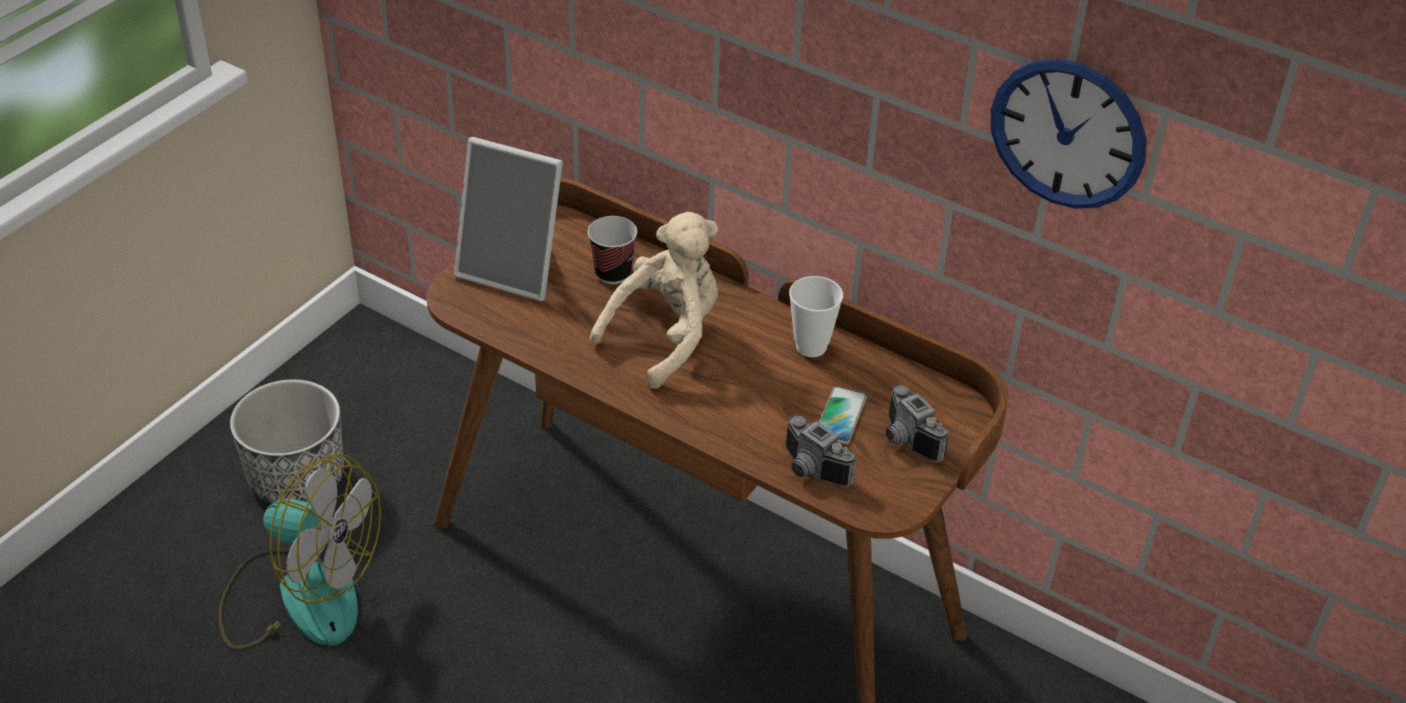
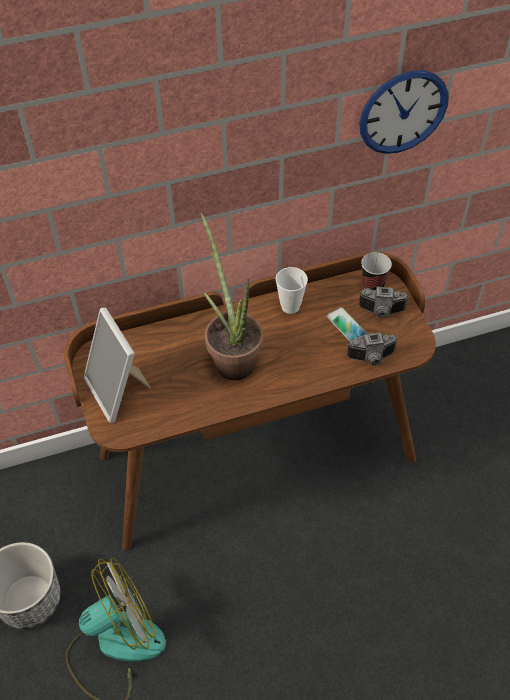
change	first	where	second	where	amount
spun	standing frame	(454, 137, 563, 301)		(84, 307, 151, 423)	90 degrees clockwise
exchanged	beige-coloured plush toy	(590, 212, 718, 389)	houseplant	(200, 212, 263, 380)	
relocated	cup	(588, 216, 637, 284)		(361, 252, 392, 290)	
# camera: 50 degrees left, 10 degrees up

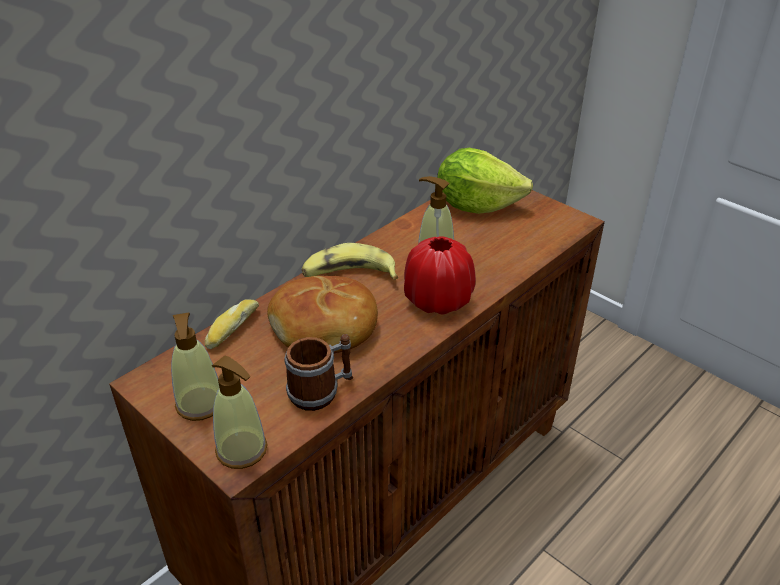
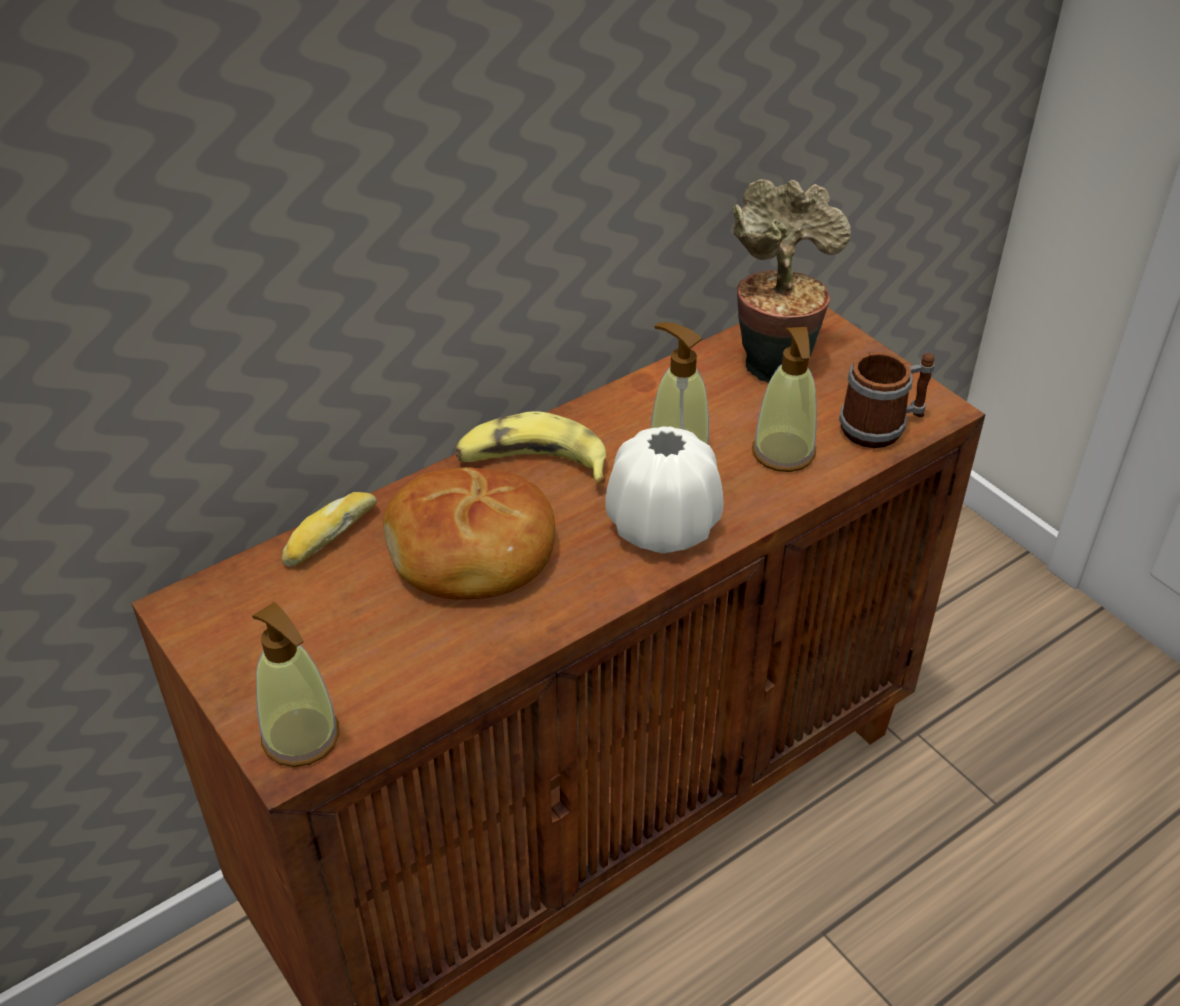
change	first	where	second	where	amount
exchanged	head of lettuce	(437, 148, 533, 214)	houseplant	(733, 179, 851, 383)	
colour	red-coloured vase	(404, 236, 476, 315)	white-coloured vase	(605, 426, 724, 553)	
relocated	soap dispenser	(171, 312, 219, 421)		(752, 327, 817, 472)	
relocated	coffee mug	(285, 334, 353, 411)		(839, 352, 935, 448)	
# camera: 10 degrees right, 5 degrees up

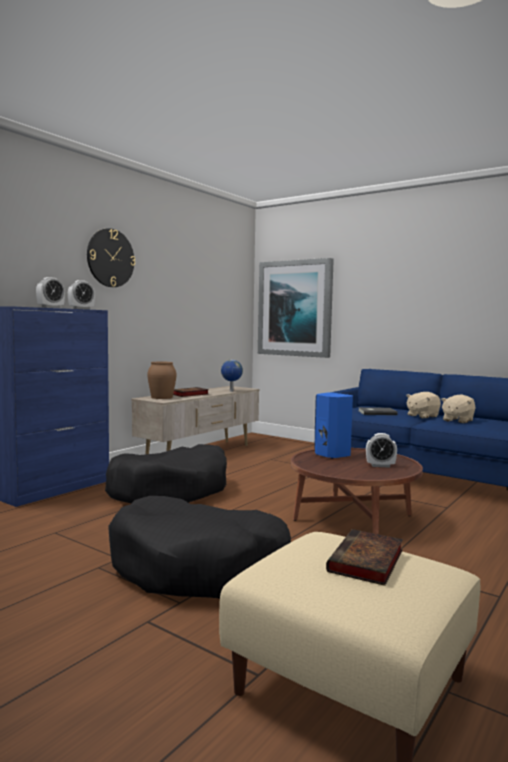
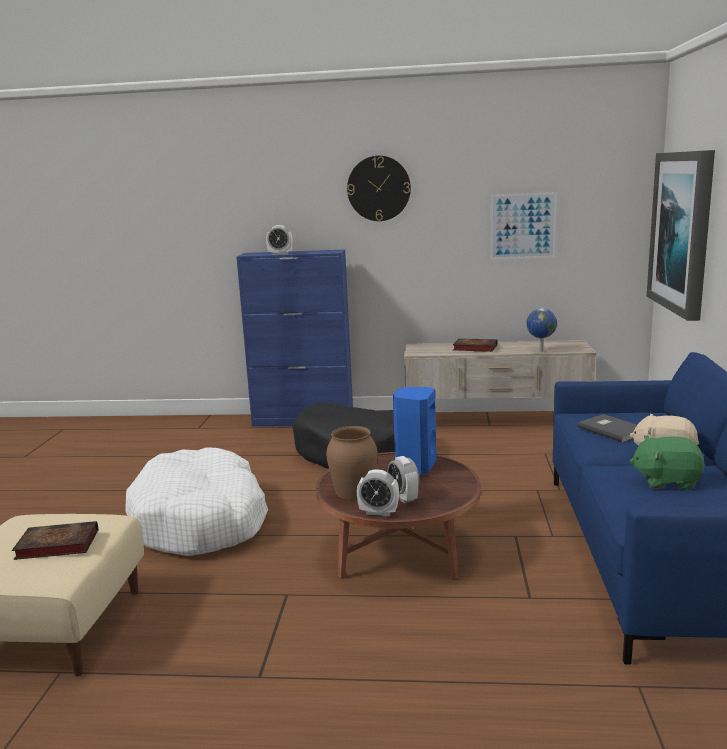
change	first	where	second	where	amount
relocated	bedside clock	(68, 280, 95, 309)		(357, 469, 399, 516)	
relocated	brown-coloured vase	(147, 362, 177, 399)		(326, 426, 378, 499)	
colour	beige-coloured plush toy	(441, 394, 476, 423)	greenish plush toy	(629, 435, 704, 490)	
colour	black-coloured dog cushion	(108, 496, 291, 598)	white-coloured dog cushion	(125, 448, 268, 556)	
appeared			wall picture	(491, 192, 557, 260)	
# camera: 60 degrees right, 10 degrees up

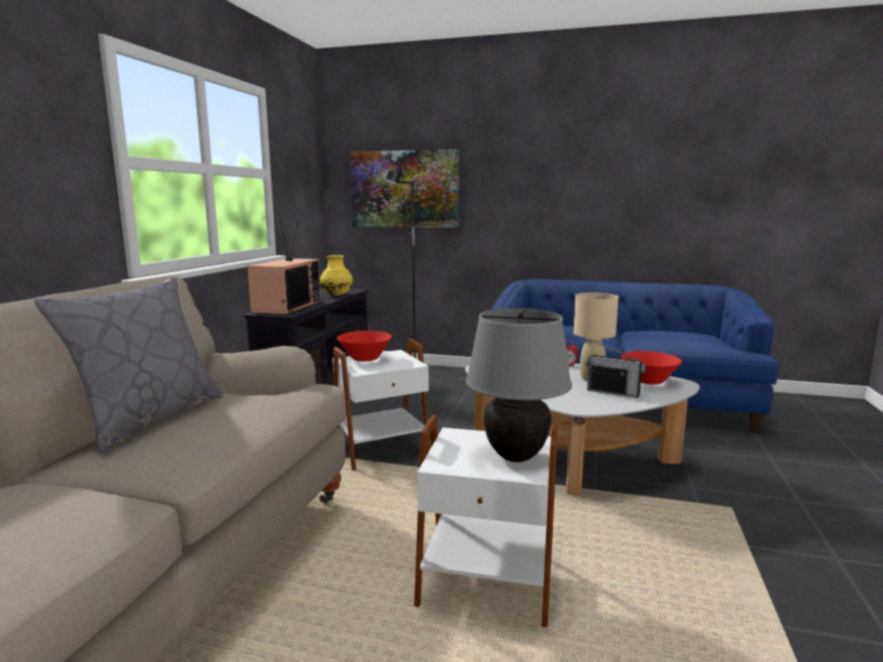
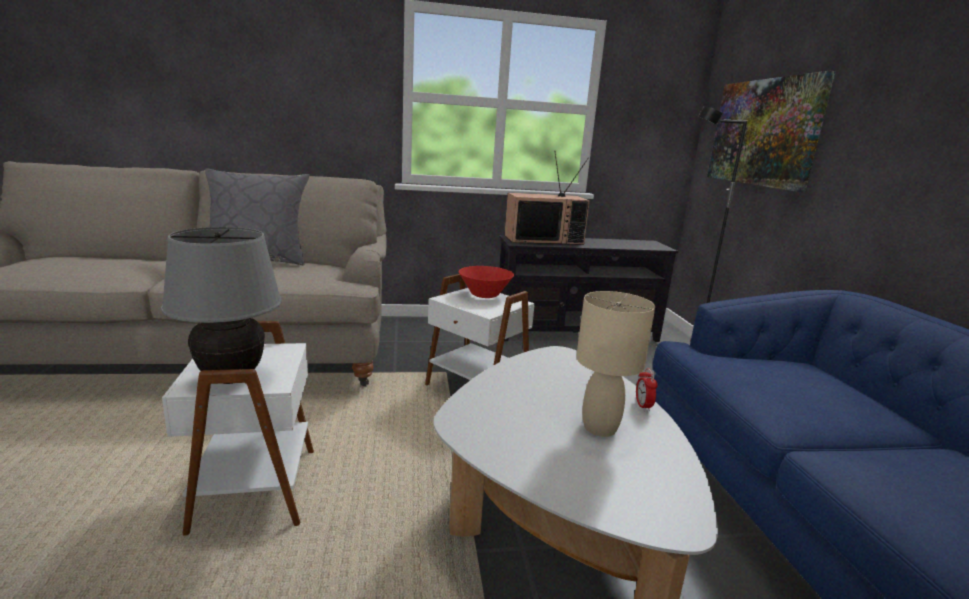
change	first	where	second	where	amount
missing	yellowish vase	(320, 255, 353, 296)			
missing	radio receiver	(585, 342, 646, 398)			
missing	red-coloured bowl	(621, 351, 682, 384)			
# camera: 65 degrees right, 5 degrees up

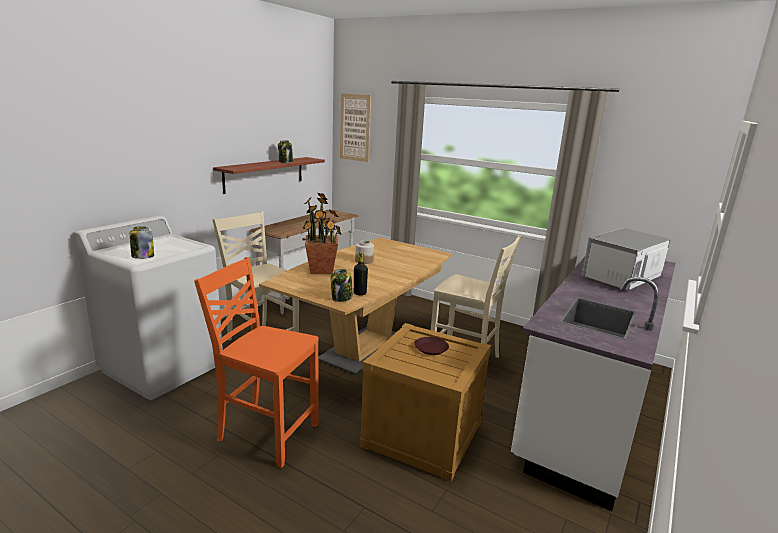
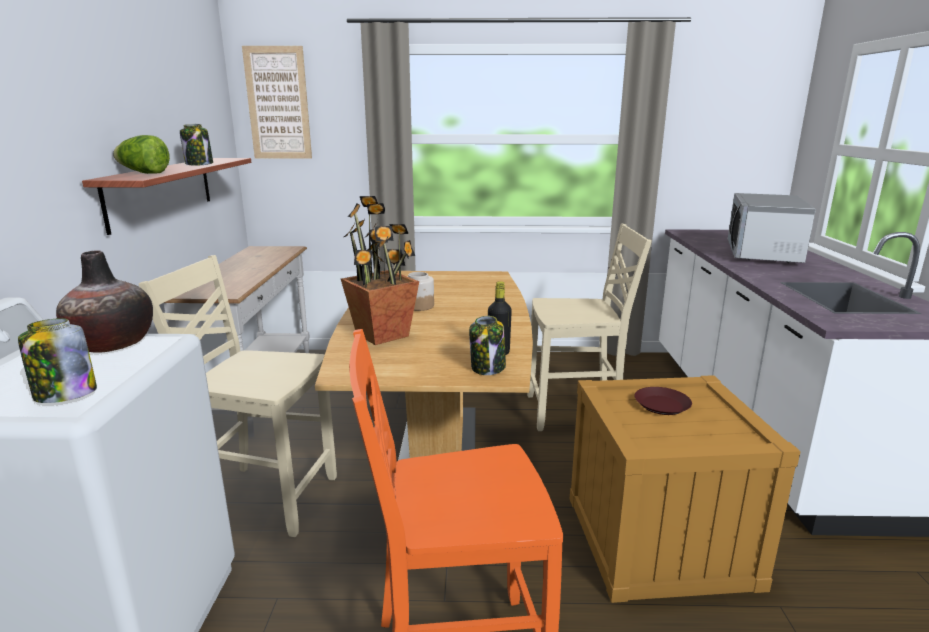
change	first	where	second	where	amount
appeared			head of lettuce	(113, 135, 170, 174)	
appeared			vase	(56, 250, 153, 353)	
# camera: 30 degrees left, 0 degrees up

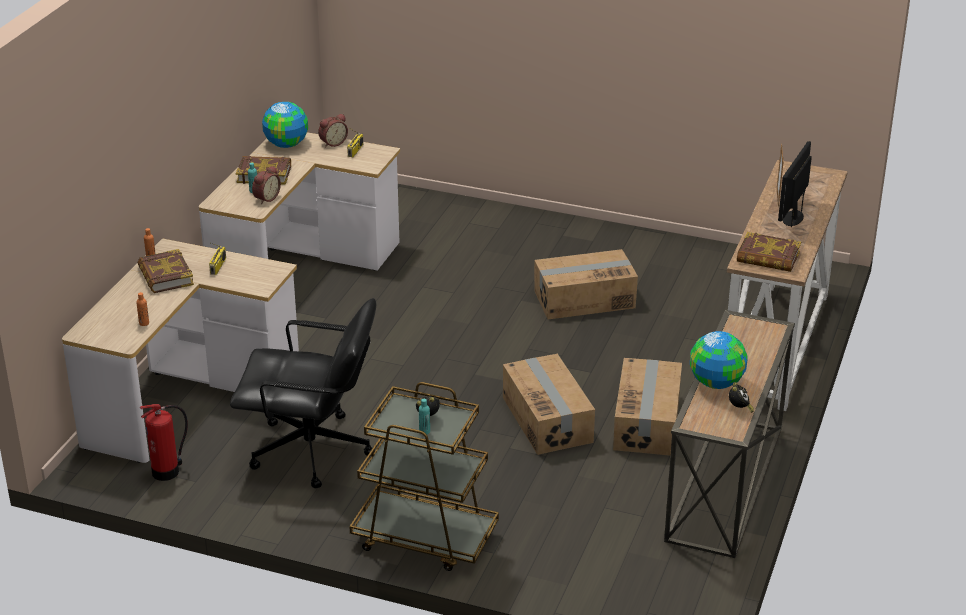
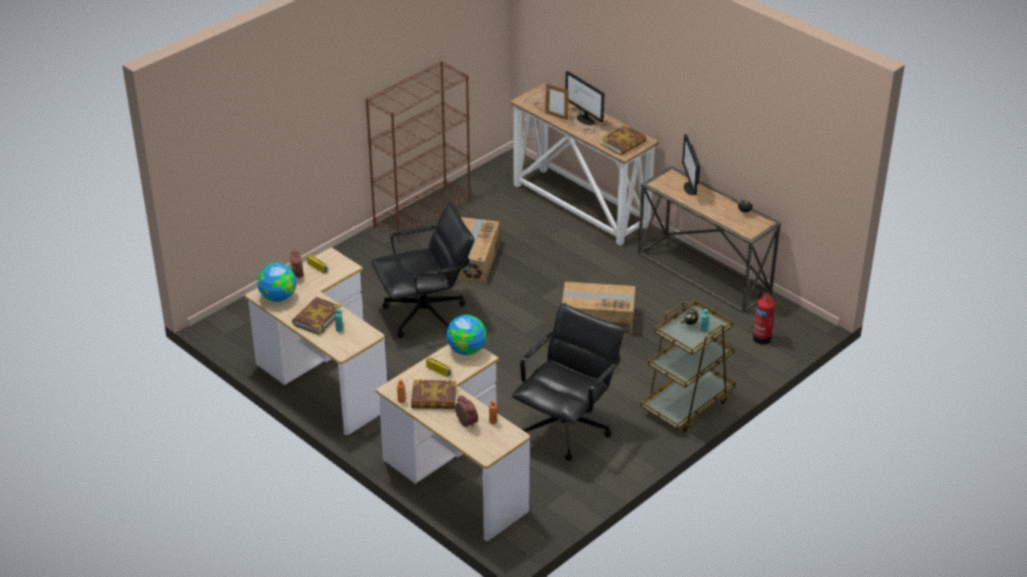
change	first	where	second	where	amount
relocated	bedside clock	(252, 166, 281, 204)		(455, 395, 478, 428)	
relocated	world globe	(690, 331, 748, 389)		(446, 315, 486, 355)	
missing	packing box	(613, 358, 682, 456)			
relocated	extinguisher	(140, 404, 188, 481)		(753, 291, 775, 345)	
appeared			brown-coloured bookcase	(366, 61, 471, 242)	
appeared			computer screen	(682, 134, 700, 196)	
appeared			black-coloured office chair	(371, 202, 474, 338)	
# camera: 65 degrees left, 5 degrees up

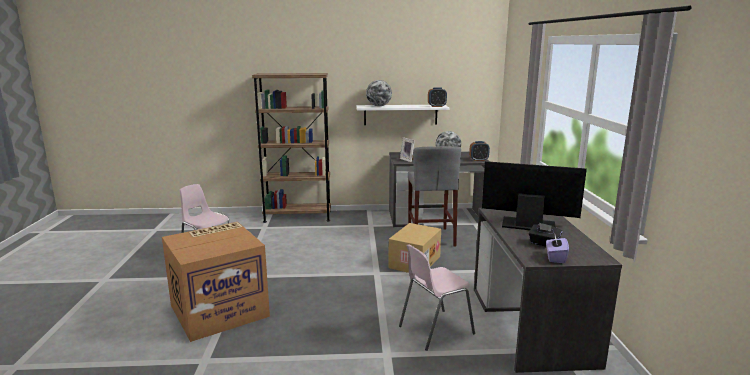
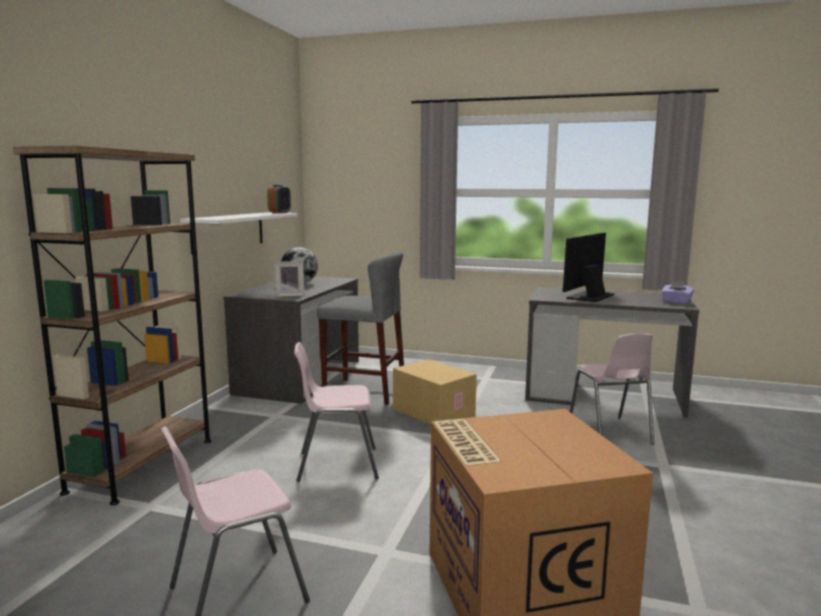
change	first	where	second	where	amount
missing	world globe	(366, 80, 392, 106)			
missing	bedside clock	(469, 141, 490, 161)			
missing	black-coloured tissue holder	(529, 223, 562, 247)			
appeared			pink-coloured plain chair	(294, 342, 379, 482)	
# camera: 70 degrees left, 5 degrees down

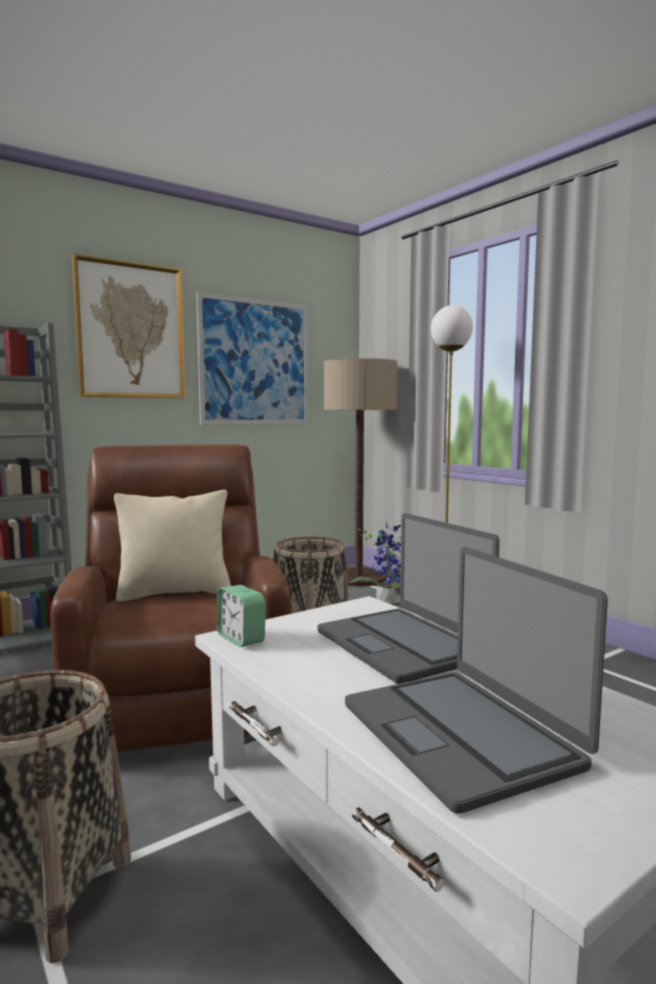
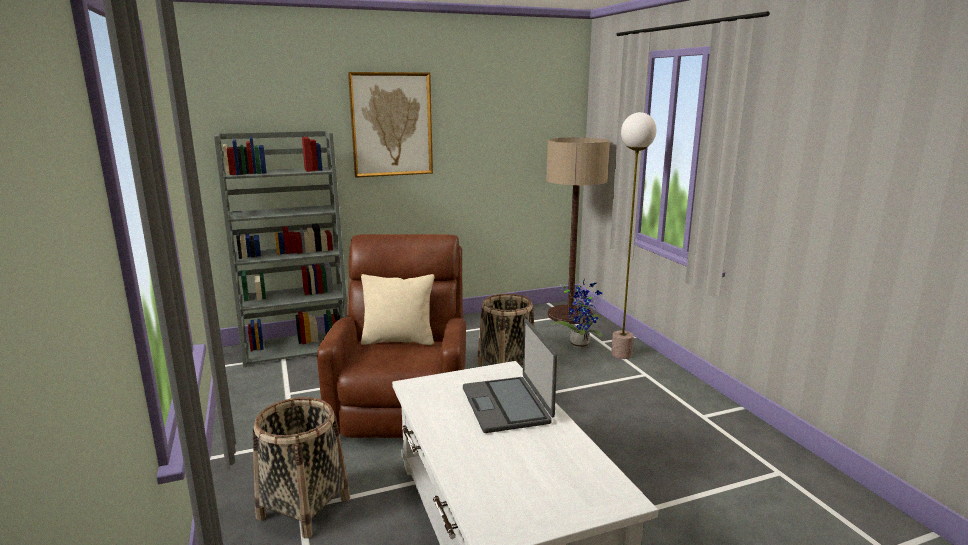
change	first	where	second	where	amount
missing	wall picture	(196, 292, 308, 425)			
missing	laptop	(345, 547, 608, 814)			
missing	bedside clock	(216, 585, 266, 647)			
# camera: 15 degrees right, 10 degrees up

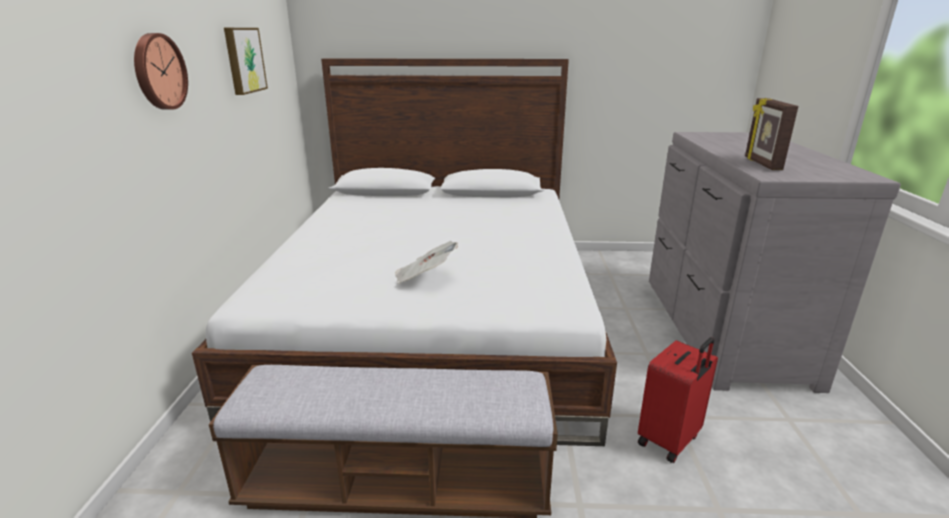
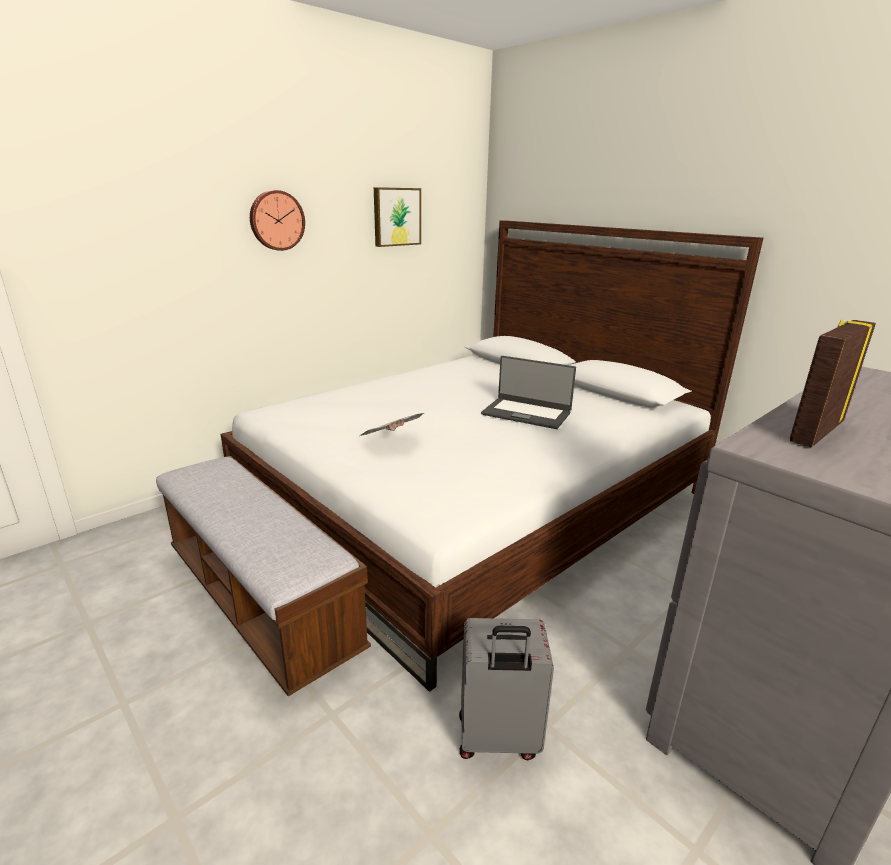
change	first	where	second	where	amount
colour	red-coloured piece of luggage	(638, 337, 718, 463)	grey piece of luggage	(459, 618, 554, 760)	
appeared			laptop	(481, 356, 576, 429)	
# camera: 45 degrees right, 0 degrees up

